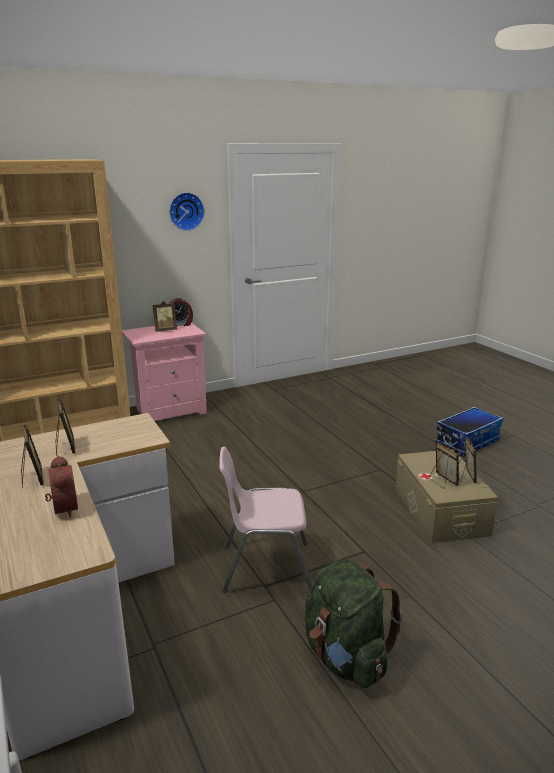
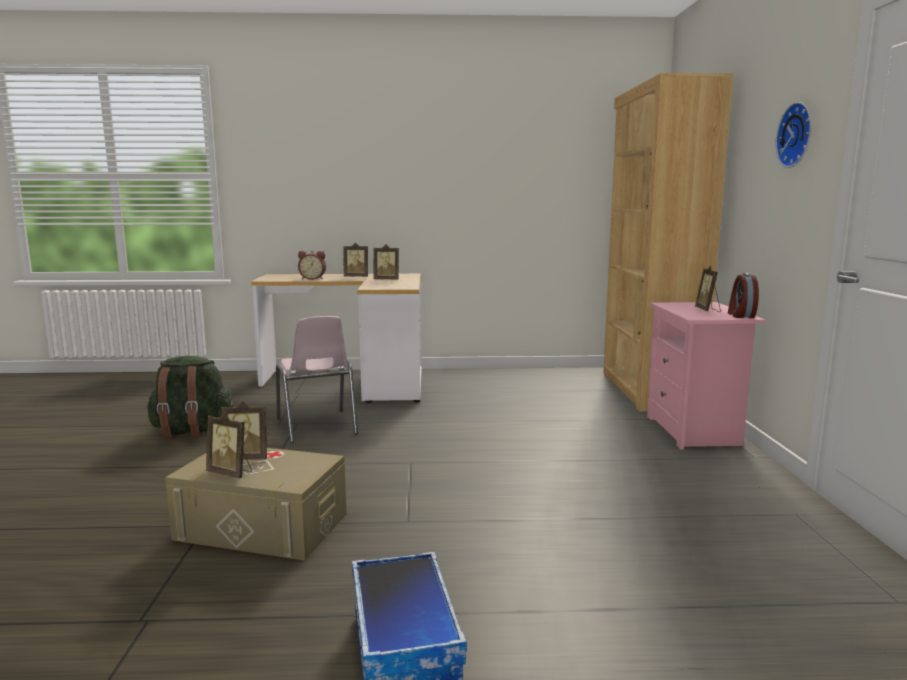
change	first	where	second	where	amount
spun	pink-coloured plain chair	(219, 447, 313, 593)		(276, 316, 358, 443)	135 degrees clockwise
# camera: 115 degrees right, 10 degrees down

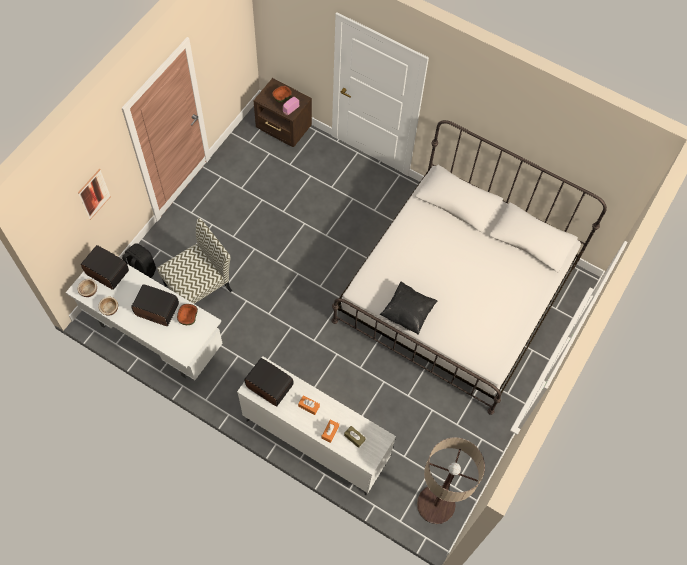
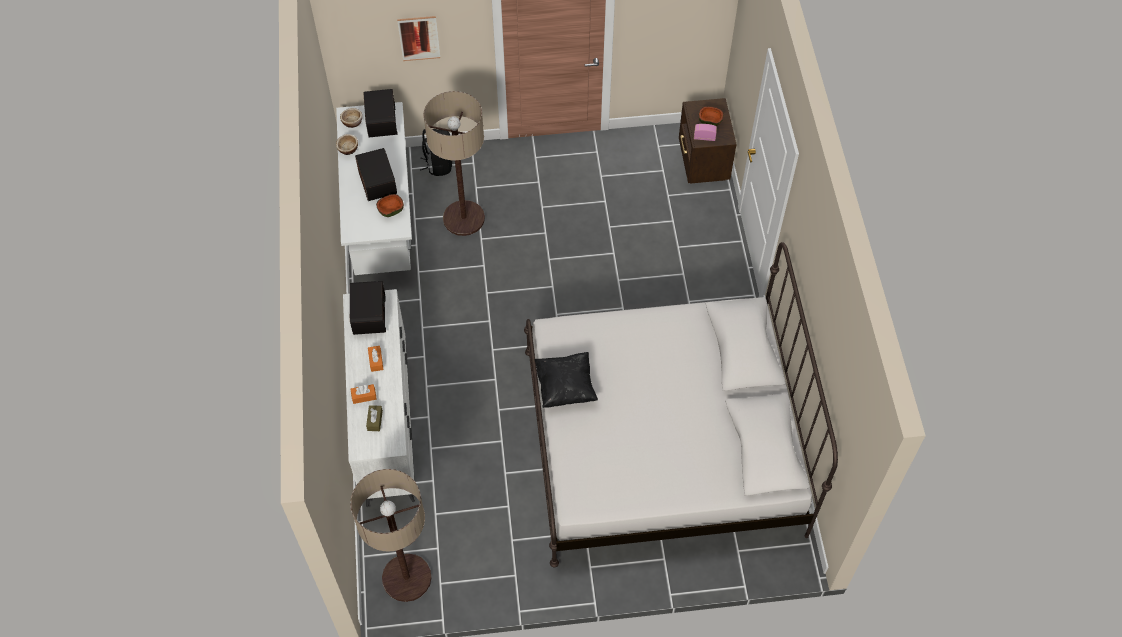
change	first	where	second	where	amount
exchanged	plain chair	(157, 218, 232, 304)	standard lamp	(423, 91, 485, 236)	
# camera: 55 degrees right, 5 degrees down

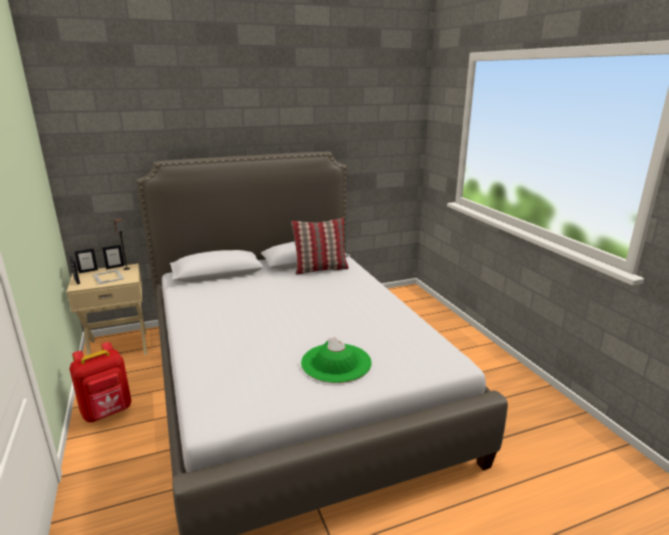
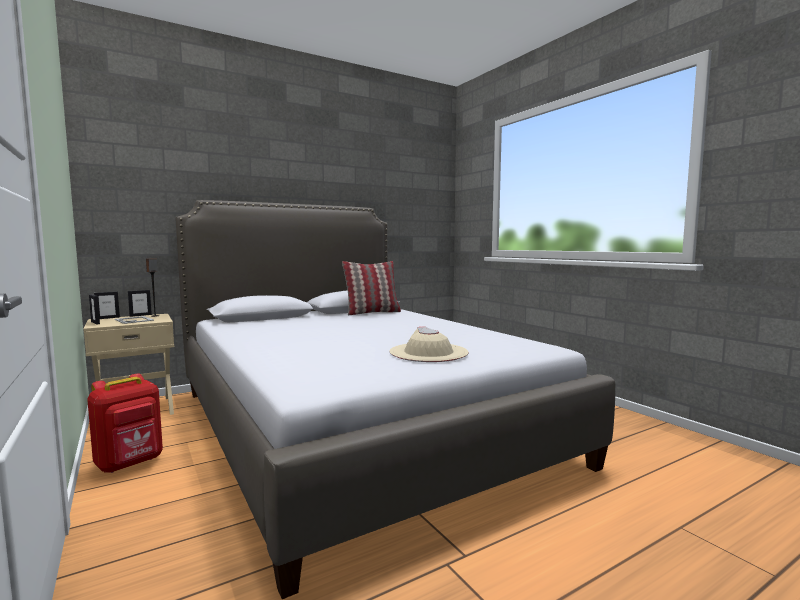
change	first	where	second	where	amount
colour	greenish clothing hat	(301, 338, 372, 383)	beige-coloured clothing hat	(389, 326, 469, 362)	
# camera: 10 degrees left, 15 degrees down

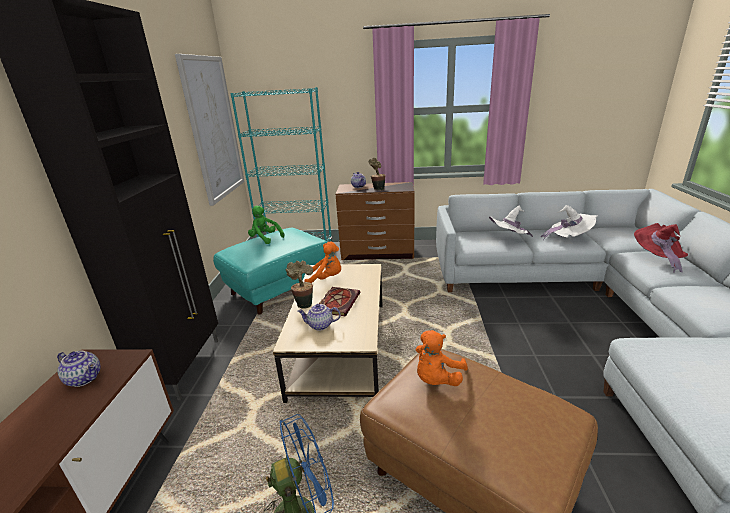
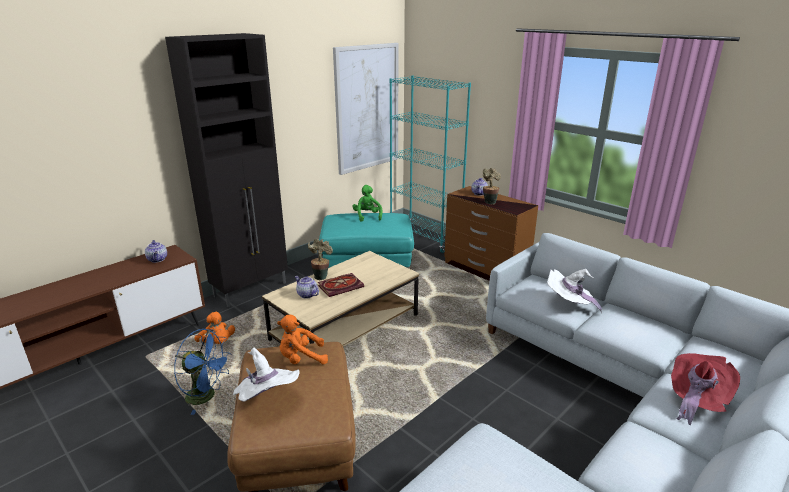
change	first	where	second	where	amount
relocated	white-coloured clothing hat	(541, 205, 597, 240)		(233, 348, 300, 402)	
relocated	orange-coloured plush toy	(304, 242, 341, 283)		(194, 311, 235, 344)	
# camera: 40 degrees right, 0 degrees up

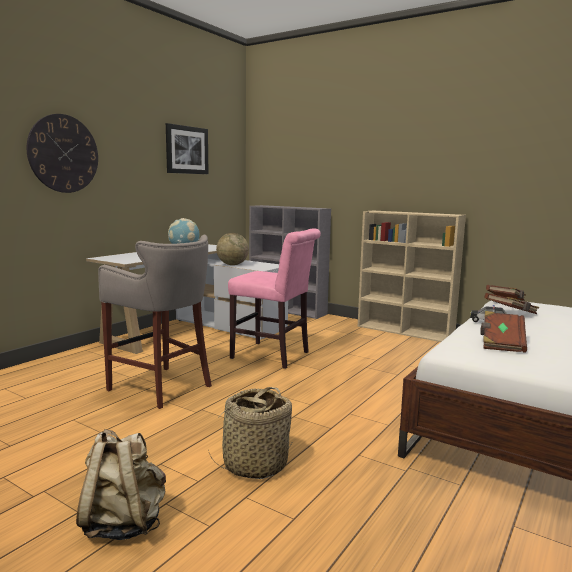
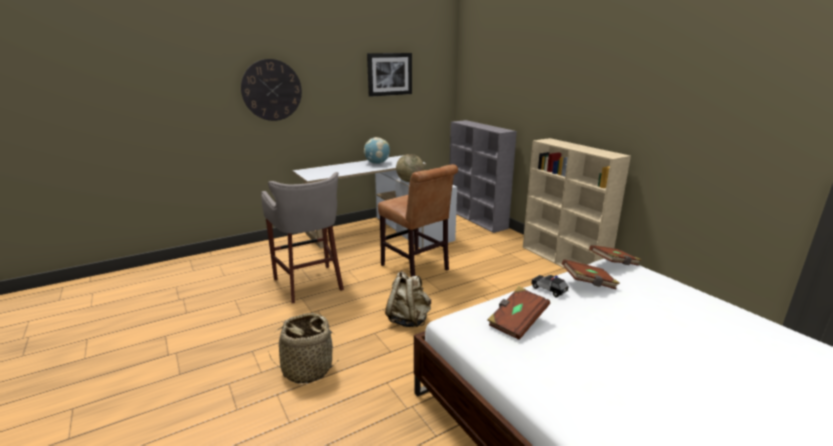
change	first	where	second	where	amount
colour	pink-coloured plain chair	(228, 228, 321, 369)	brown-coloured plain chair	(378, 164, 458, 277)	
relocated	beige-coloured knapsack	(76, 429, 166, 540)		(385, 271, 431, 327)	
# camera: 25 degrees right, 10 degrees up

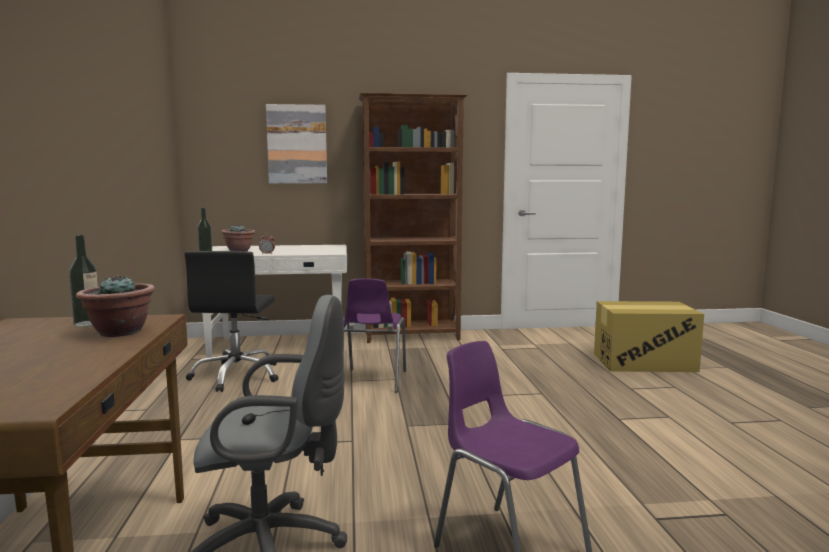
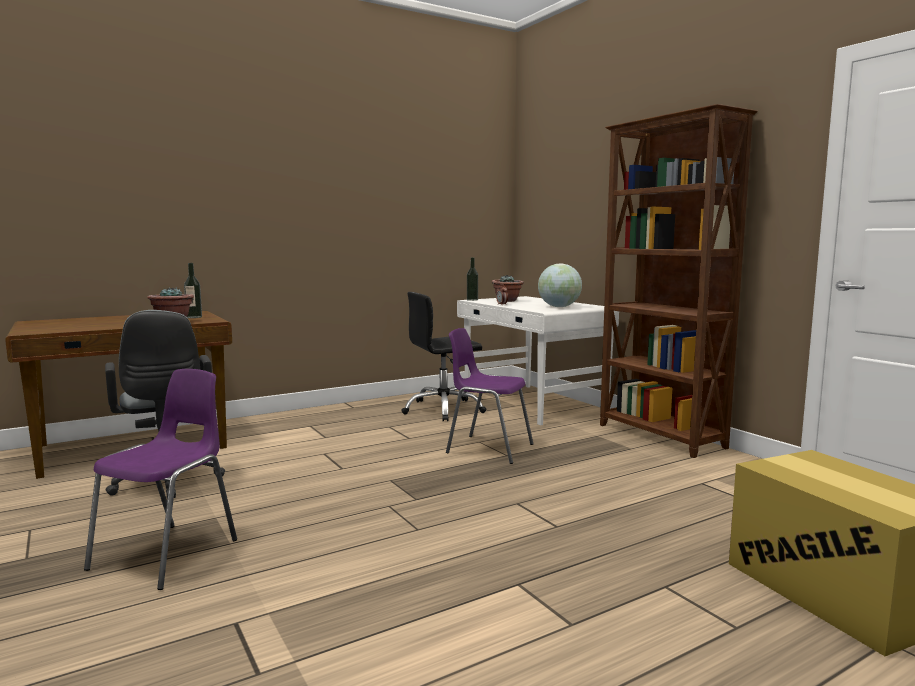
change	first	where	second	where	amount
missing	wall picture	(266, 104, 327, 184)			
spun	purple plain chair	(343, 278, 406, 393)		(446, 328, 533, 464)	45 degrees clockwise
appeared			world globe	(538, 263, 582, 307)	
# camera: 65 degrees right, 0 degrees up

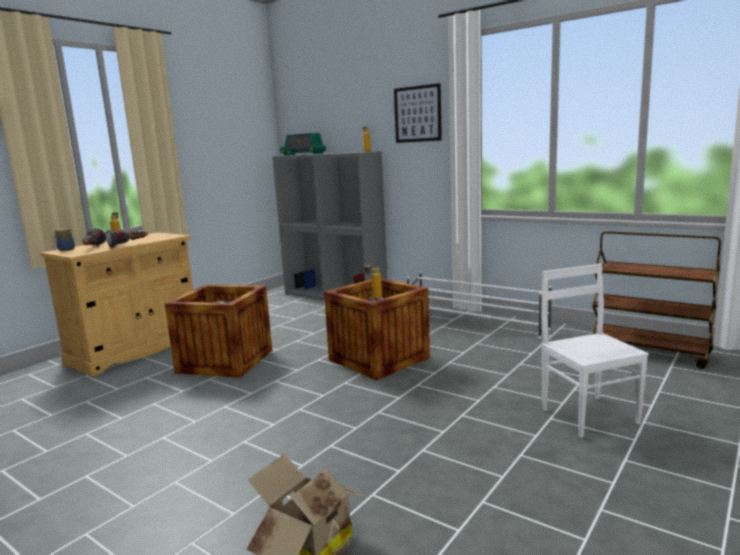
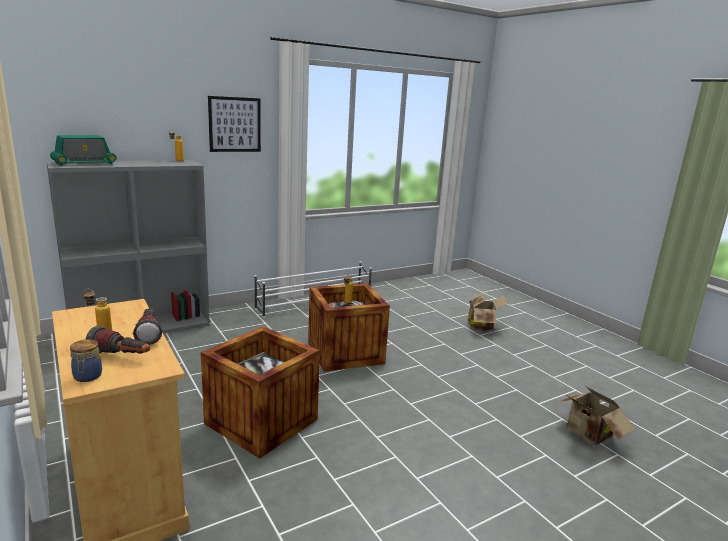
change	first	where	second	where	amount
missing	brown-coloured wheeled cart	(592, 231, 721, 369)			
exchanged	white-coloured plain chair	(541, 264, 649, 438)	packing box	(468, 293, 508, 331)	
# camera: 70 degrees left, 5 degrees up

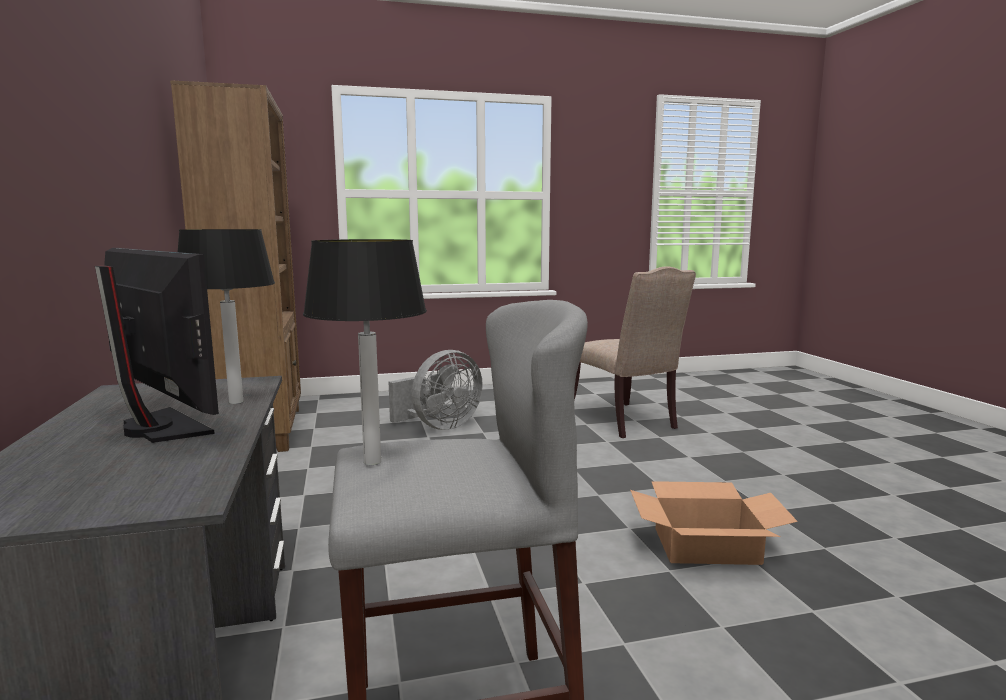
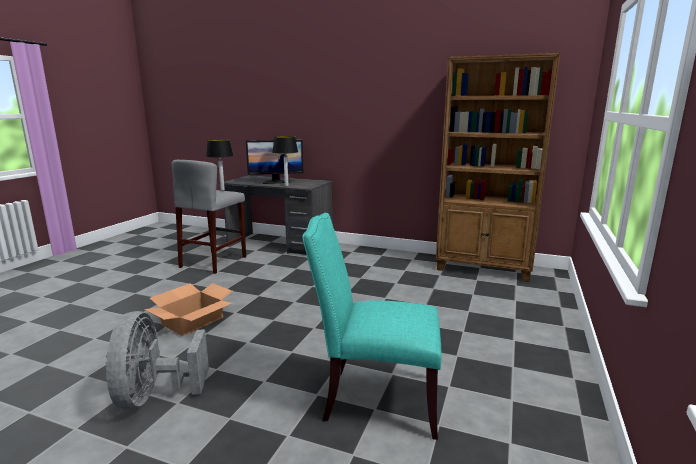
change	first	where	second	where	amount
colour	beige-coloured plain chair	(574, 266, 696, 438)	blue-green plain chair	(302, 213, 442, 440)	
relocated	grey electric fan	(389, 350, 483, 430)		(106, 311, 209, 409)	
# camera: 125 degrees right, 5 degrees up

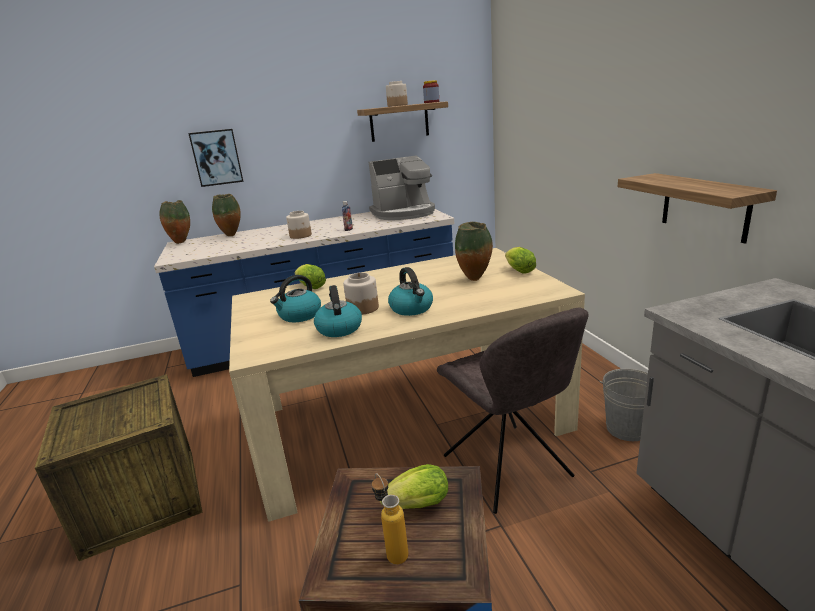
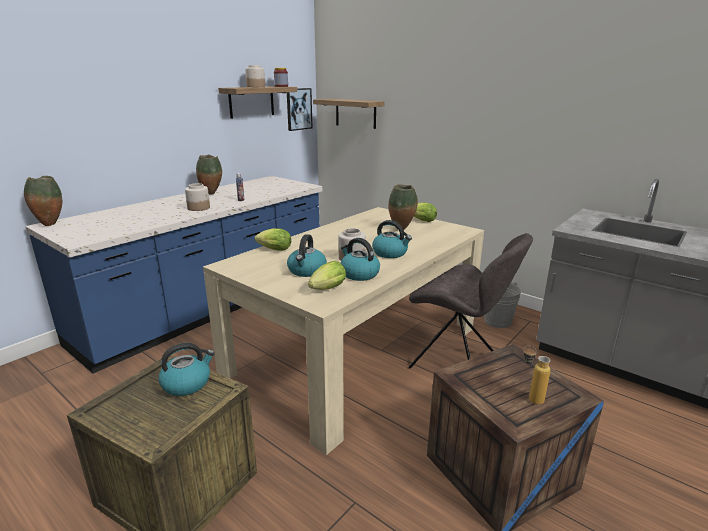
change	first	where	second	where	amount
relocated	wall picture	(188, 129, 243, 187)		(287, 88, 313, 131)	
missing	coffee brewer	(369, 155, 435, 220)			
relocated	bracket shelf	(618, 173, 777, 244)		(313, 99, 385, 129)	
relocated	vase	(212, 194, 241, 236)		(196, 155, 222, 195)	
relocated	head of lettuce	(380, 464, 448, 509)		(308, 261, 346, 290)	
appeared			kettle	(159, 343, 215, 396)	
# camera: 35 degrees left, 0 degrees up

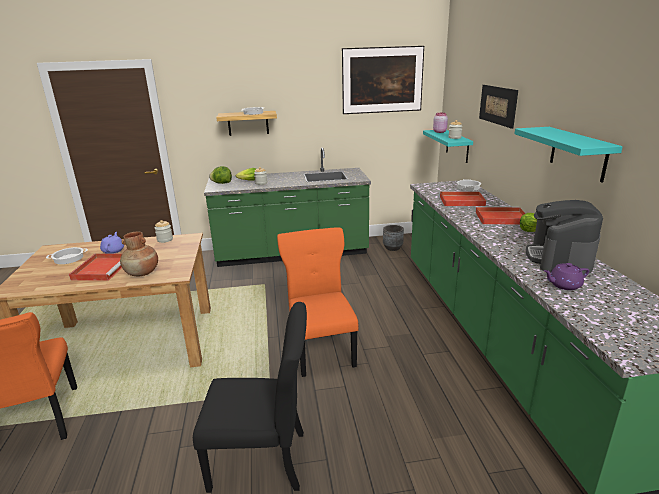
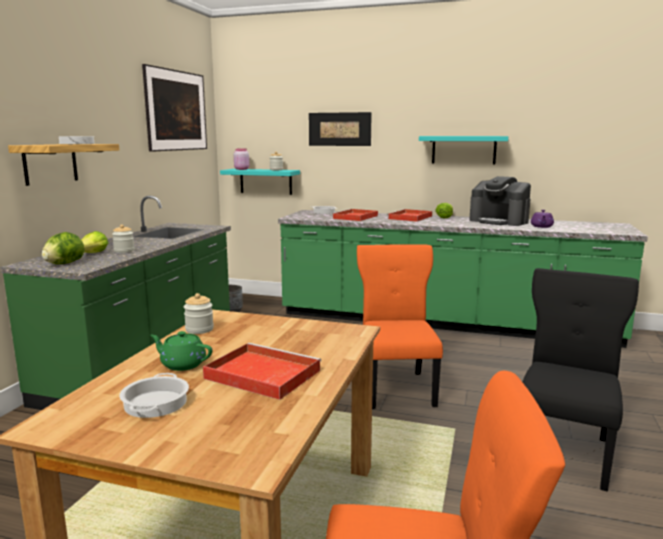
change	first	where	second	where	amount
spun	orange-coloured plain chair	(277, 227, 359, 377)		(357, 244, 443, 409)	75 degrees clockwise
missing	brown-coloured vase	(120, 231, 158, 276)			
colour	purple tea pot	(100, 232, 124, 254)	greenish tea pot	(150, 331, 212, 371)	
# camera: 65 degrees left, 10 degrees down

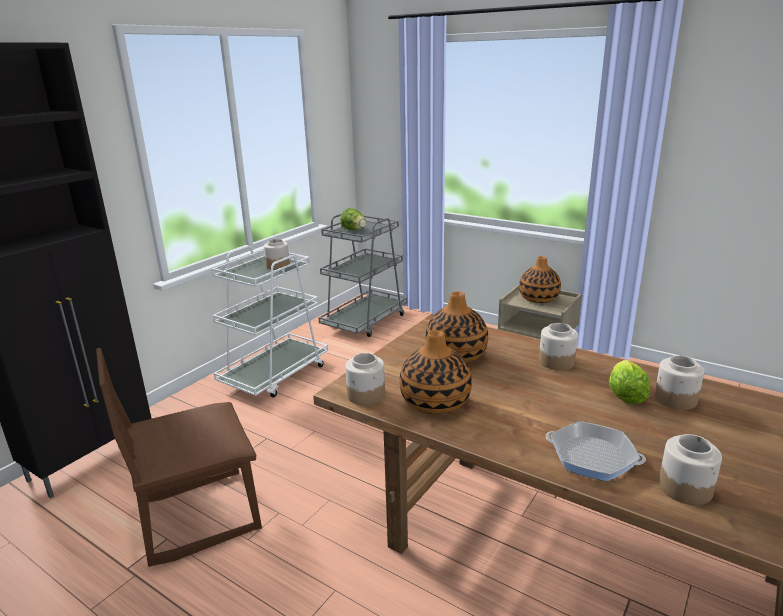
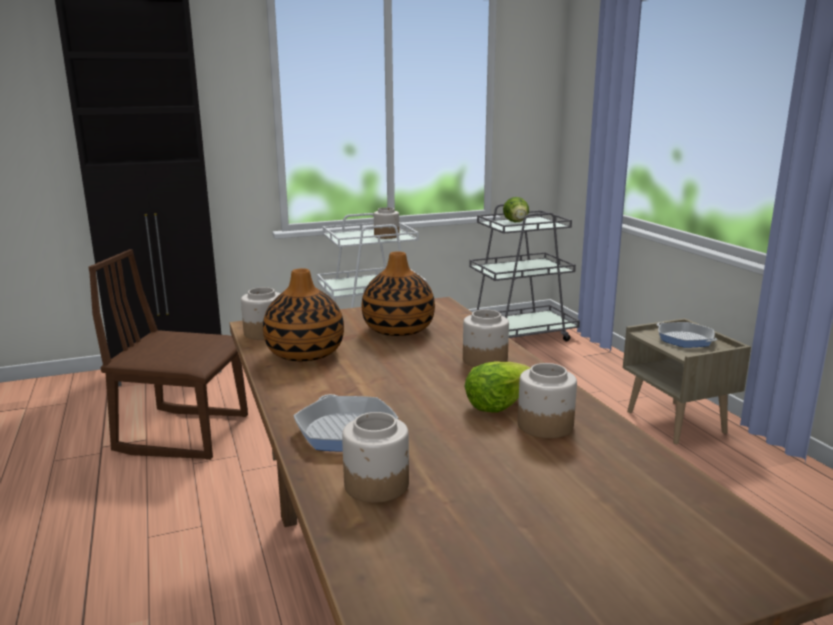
change	first	where	second	where	amount
exchanged	vase	(519, 256, 561, 303)	skillet	(657, 322, 717, 348)	
# camera: 35 degrees right, 5 degrees down

